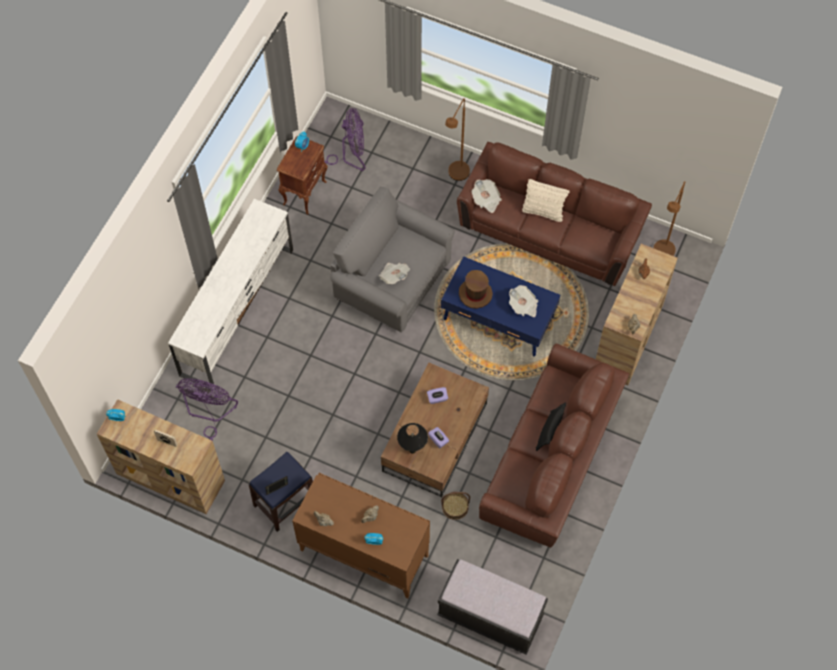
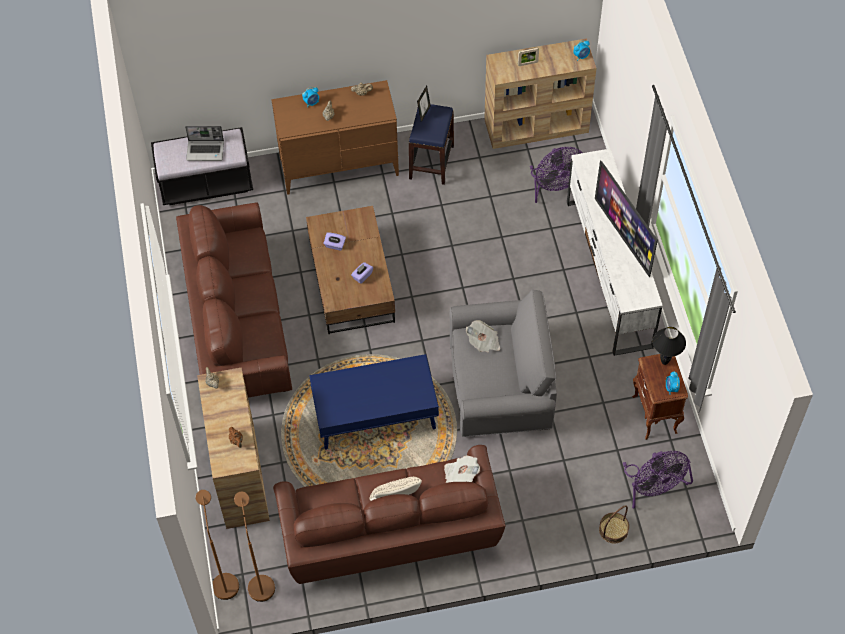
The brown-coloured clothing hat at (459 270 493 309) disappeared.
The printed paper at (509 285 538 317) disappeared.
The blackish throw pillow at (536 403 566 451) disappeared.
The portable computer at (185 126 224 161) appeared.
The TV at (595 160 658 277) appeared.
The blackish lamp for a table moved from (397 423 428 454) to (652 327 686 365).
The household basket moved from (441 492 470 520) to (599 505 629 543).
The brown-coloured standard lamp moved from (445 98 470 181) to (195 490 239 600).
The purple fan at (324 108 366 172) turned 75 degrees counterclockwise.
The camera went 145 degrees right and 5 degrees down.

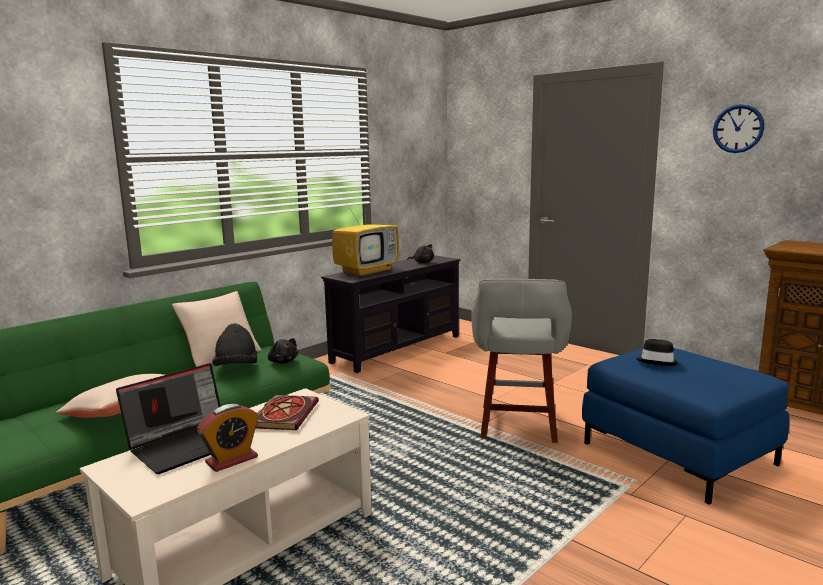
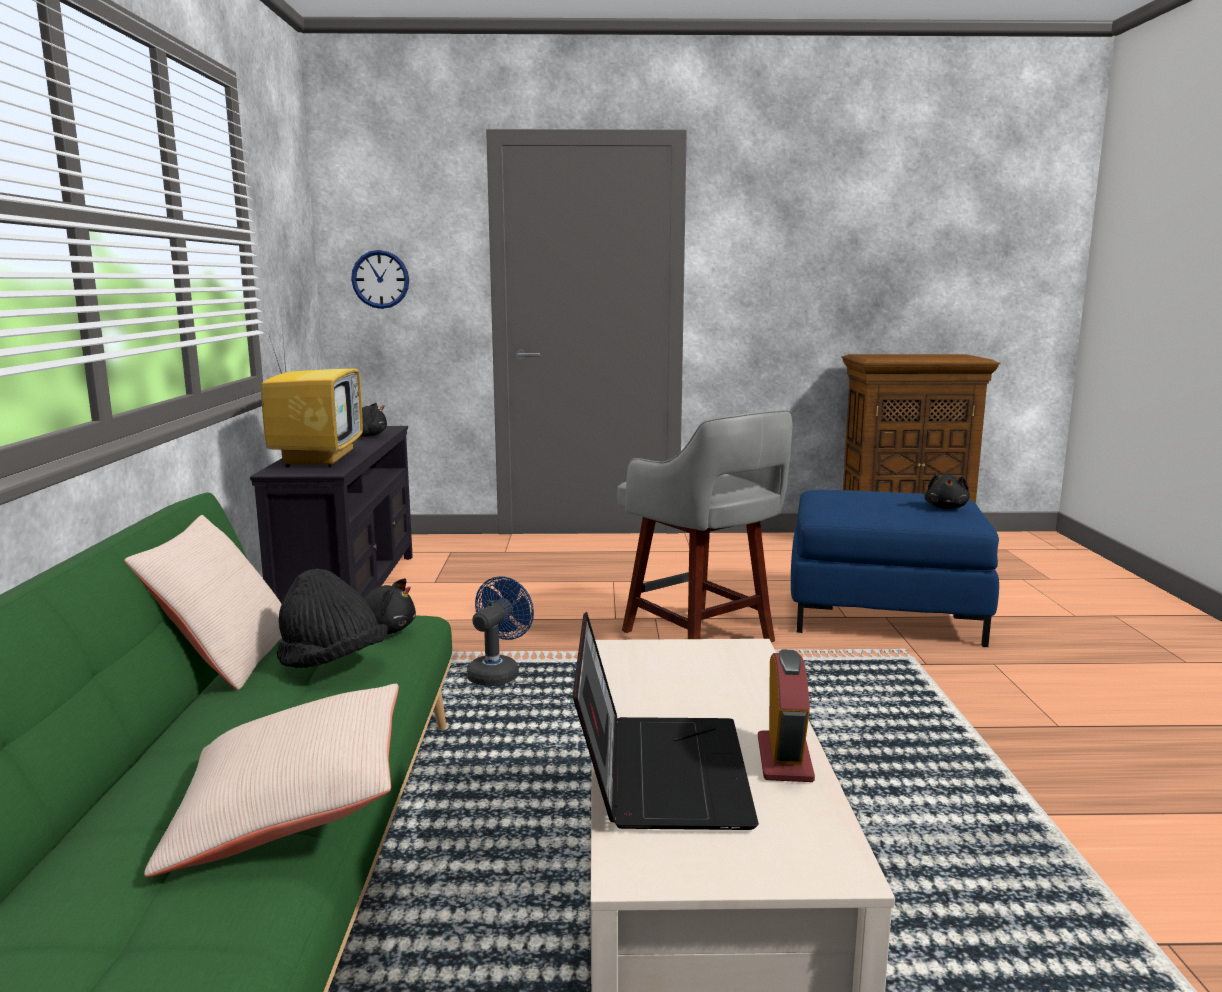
The bound book at (256 395 319 430) disappeared.
The blackish clothing hat at (636 339 679 366) disappeared.
The bluish fan at (467 576 534 686) appeared.
The blackish soft toy at (924 474 970 509) appeared.
The wall clock moved from (713 104 764 153) to (351 250 409 309).
The camera went 45 degrees left and 0 degrees up.

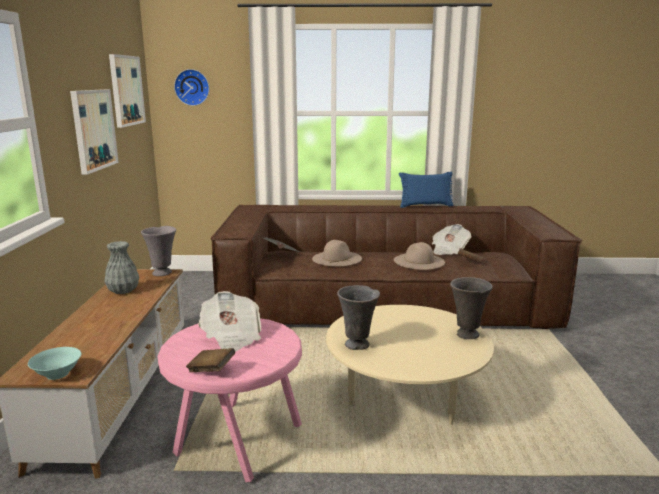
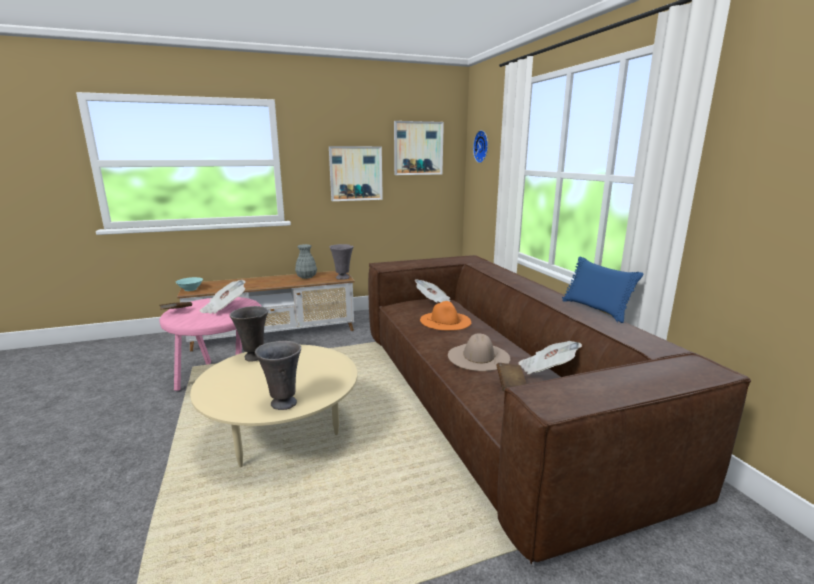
The sand-coloured clothing hat at (312 240 362 267) became the orange-coloured clothing hat at (420 301 471 330).
The camera went 70 degrees right and 0 degrees up.

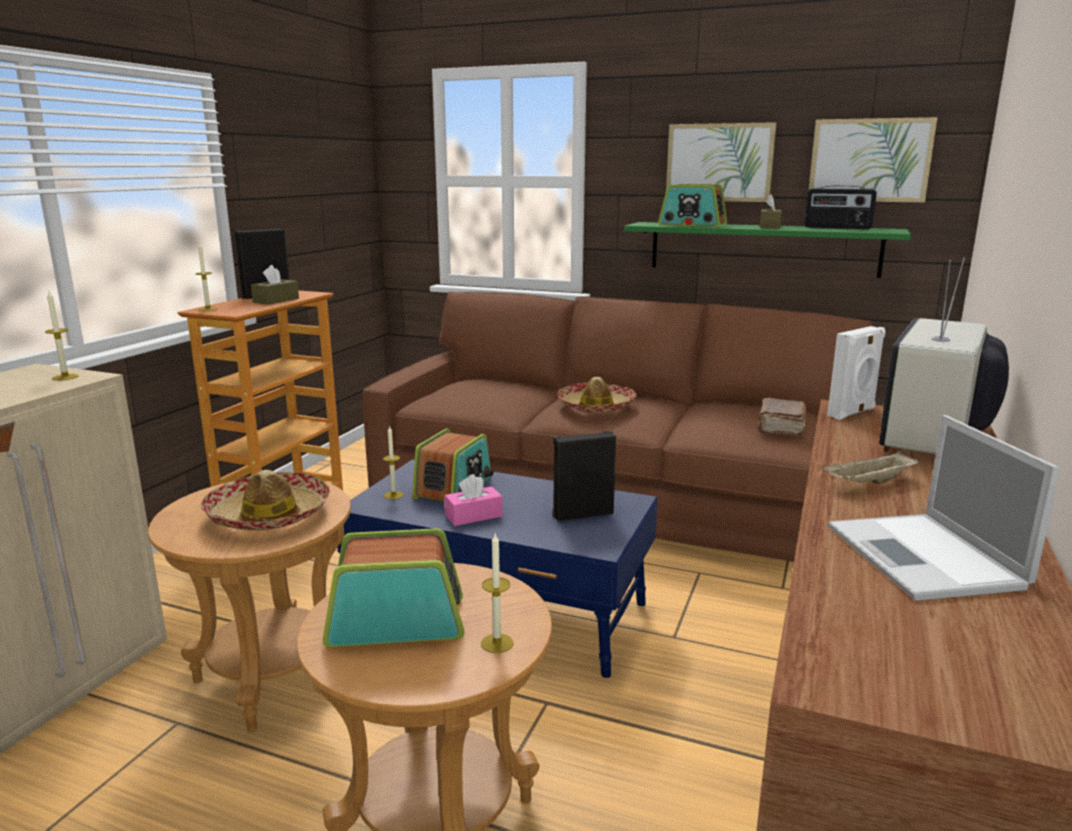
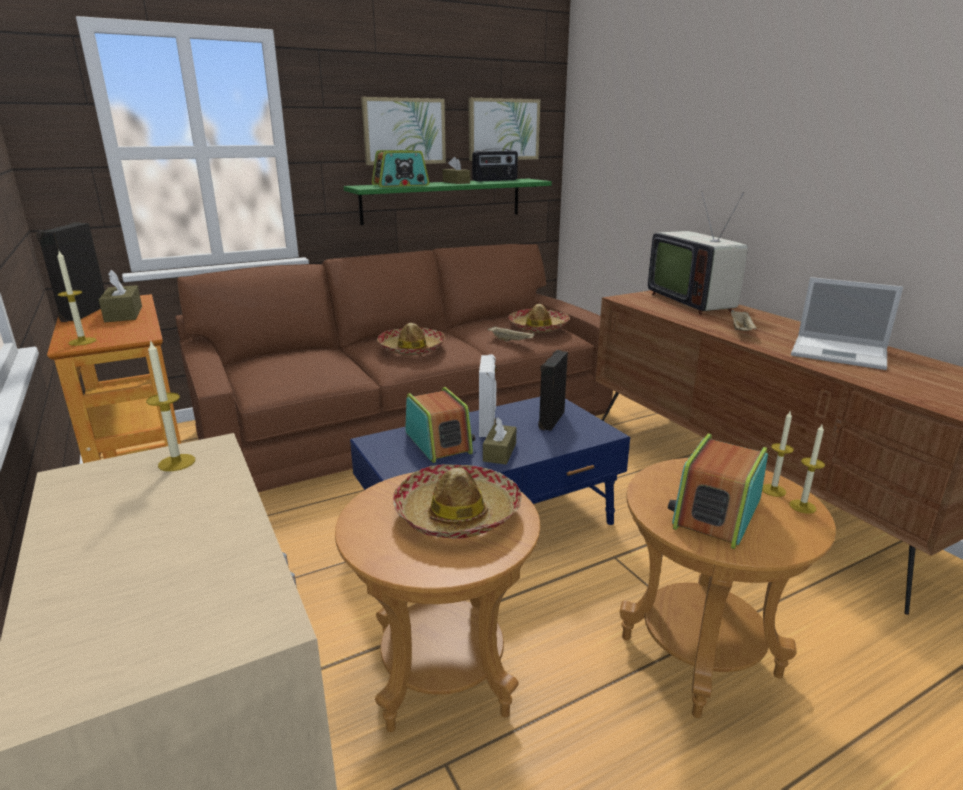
The sand-coloured tray at (488 326 535 342) appeared.
The candle moved from (383 425 404 500) to (789 425 825 514).
The whitish loudspeaker moved from (827 326 886 420) to (479 354 497 437).
The brown-coloured bound book at (758 398 806 436) was replaced by the clothing hat at (508 304 570 333).
The pinkish tissue box at (444 474 503 526) became the brown-coloured tissue box at (483 417 516 464).
The camera went 50 degrees left and 5 degrees up.

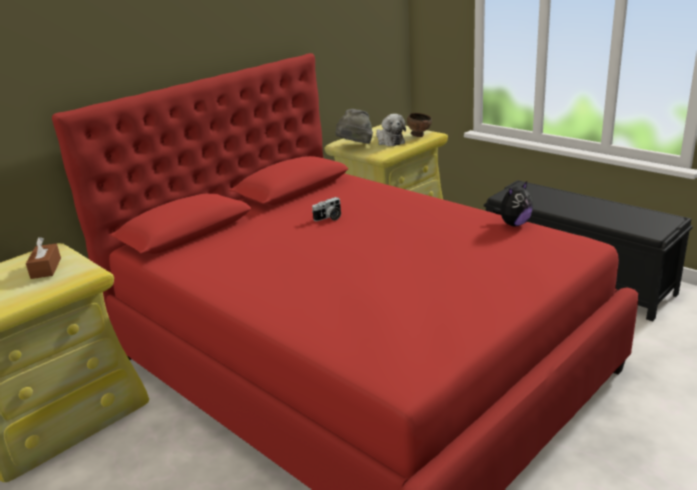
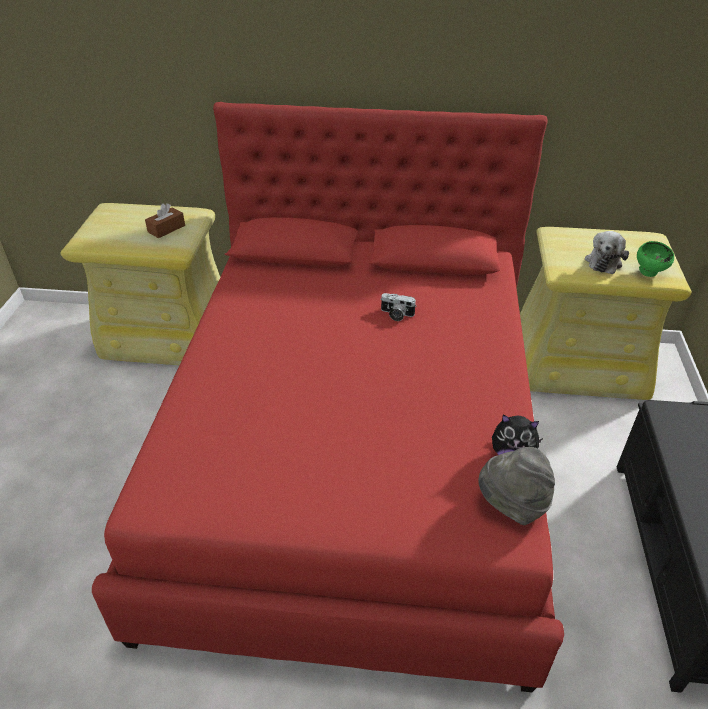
The greyish clothing hat moved from (335 109 373 144) to (478 447 555 525).
The brown-coloured bowl at (407 113 432 137) became the green-coloured bowl at (637 241 674 277).
The camera went 50 degrees right and 15 degrees up.

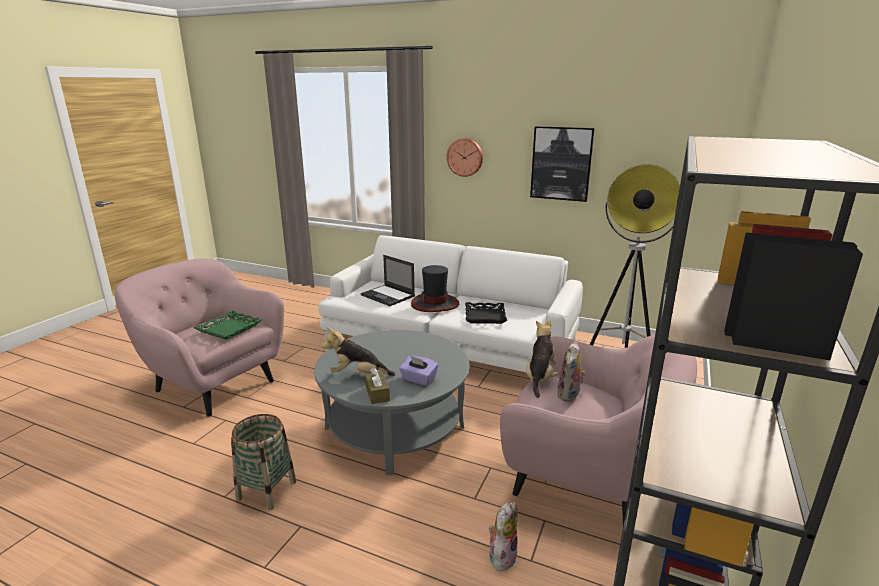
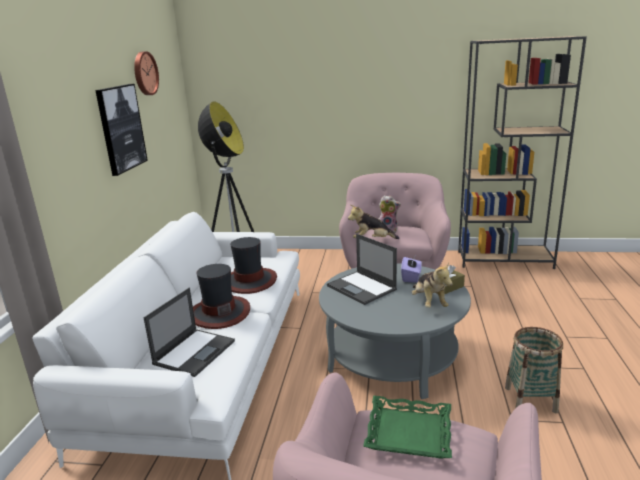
The soft toy at (489 502 518 571) disappeared.
The portable computer at (327 234 397 305) appeared.
The wall clock moved from (447 138 483 177) to (134 51 159 95).
The blackish tray at (465 302 507 324) was replaced by the clothing hat at (230 237 277 294).
The camera went 105 degrees left and 0 degrees up.

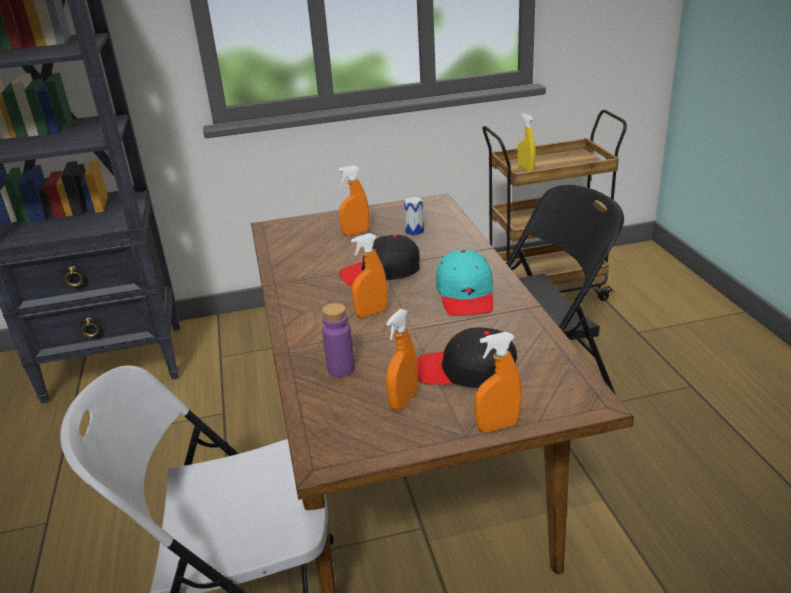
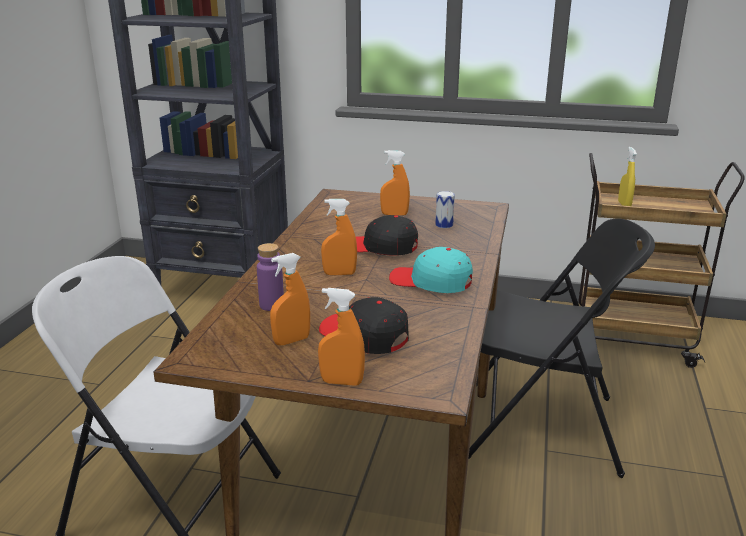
The turquoise baseball cap at (436 249 493 316) turned 90 degrees clockwise.
The camera went 25 degrees right and 5 degrees down.

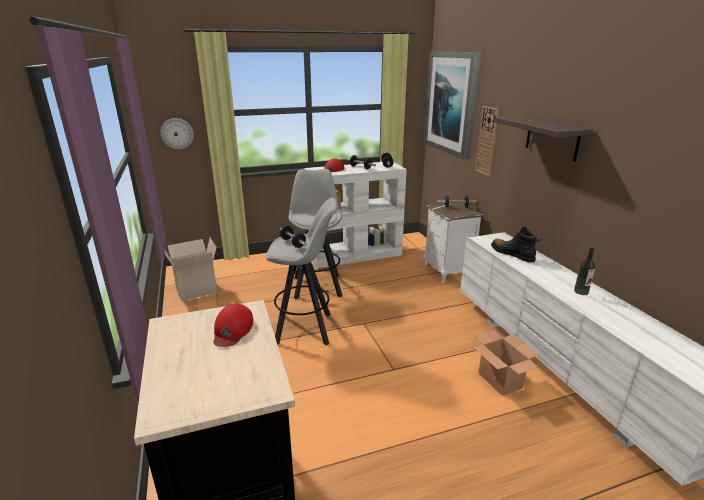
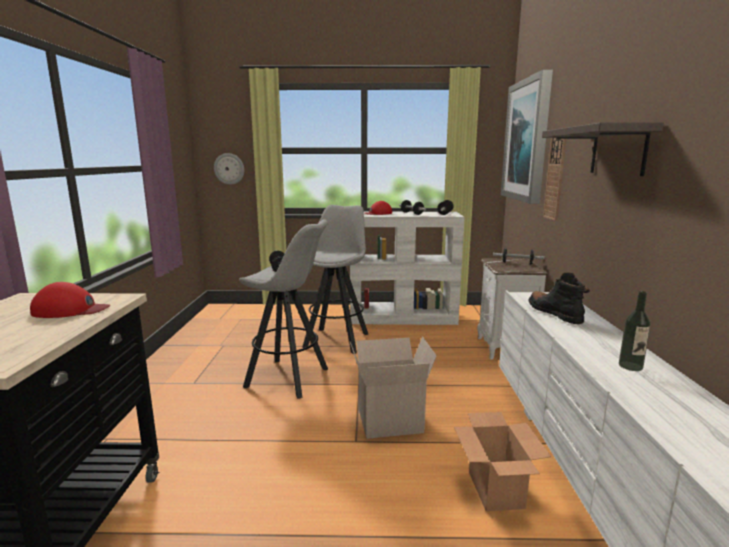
The carton moved from (165 238 217 301) to (350 337 437 439).
The reddish baseball cap at (213 303 253 347) turned 120 degrees counterclockwise.
The camera went 20 degrees right and 10 degrees down.

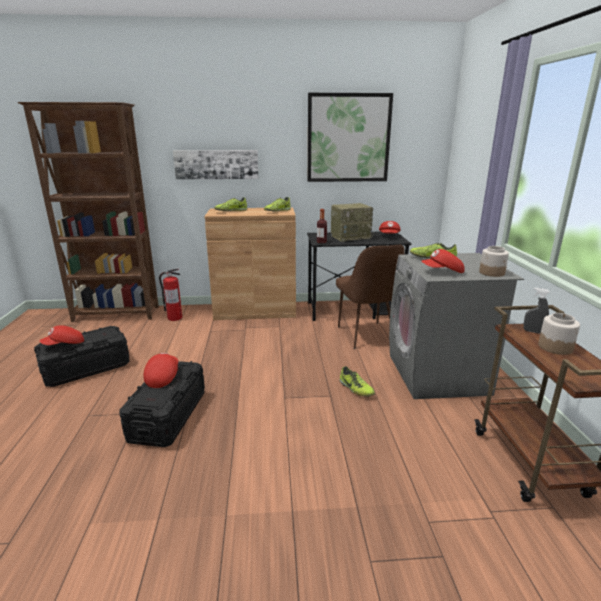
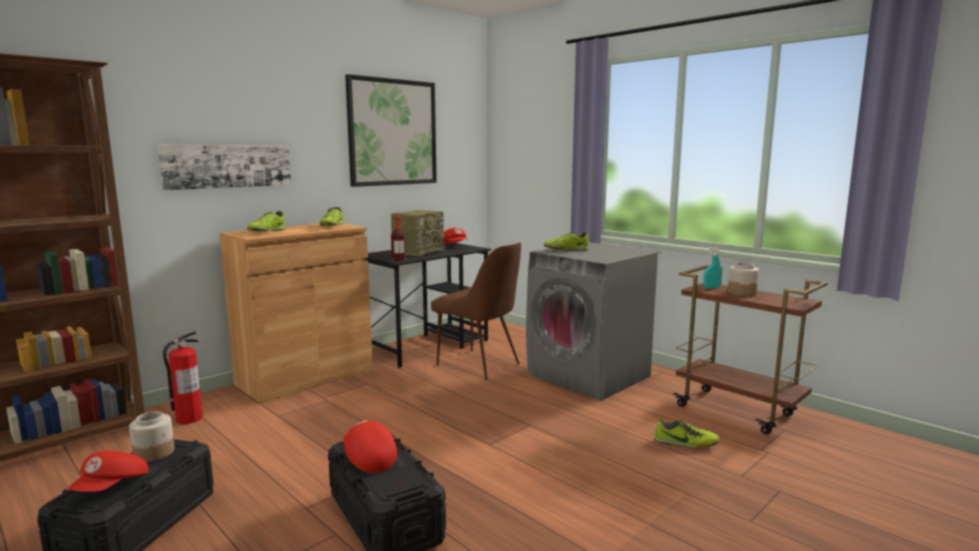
The reddish baseball cap at (421 249 465 273) disappeared.
The shoe moved from (339 366 375 397) to (655 419 720 448).
The preserve jar moved from (479 246 509 277) to (129 411 175 462).
The greyish spray bottle at (523 288 550 334) became the turquoise spray bottle at (704 247 721 289).
The camera went 40 degrees left and 10 degrees down.

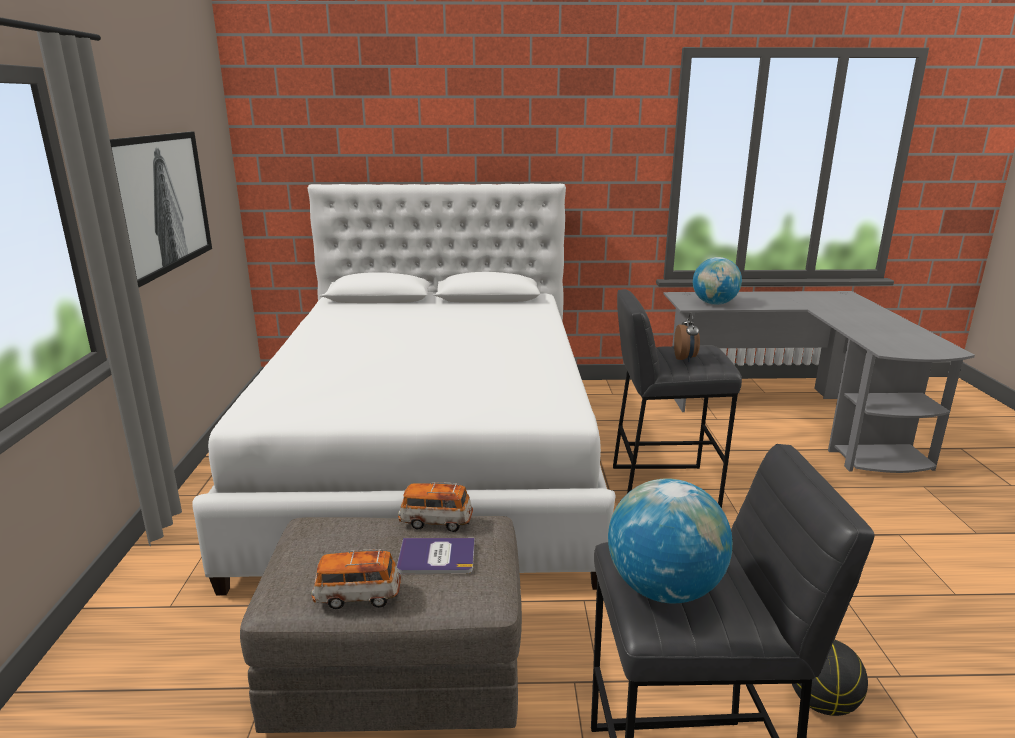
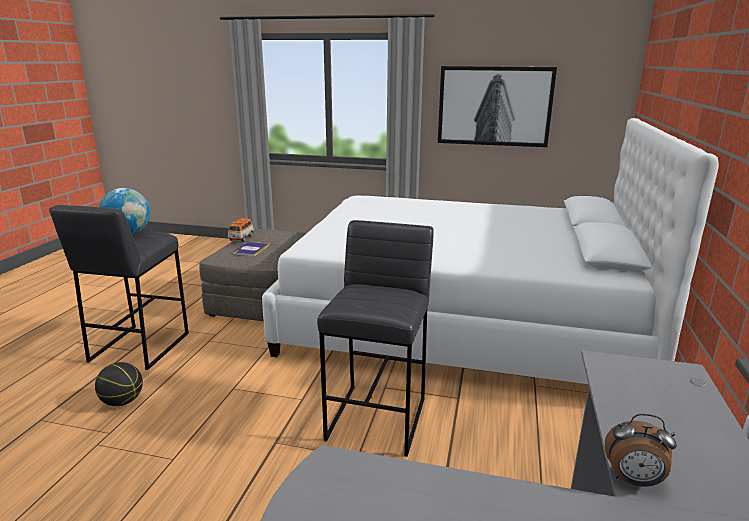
The miniature car at (398 482 473 532) disappeared.
The world globe at (693 257 742 305) disappeared.
The alarm clock moved from (674 313 700 362) to (605 414 677 487).
The camera went 105 degrees right and 0 degrees up.

